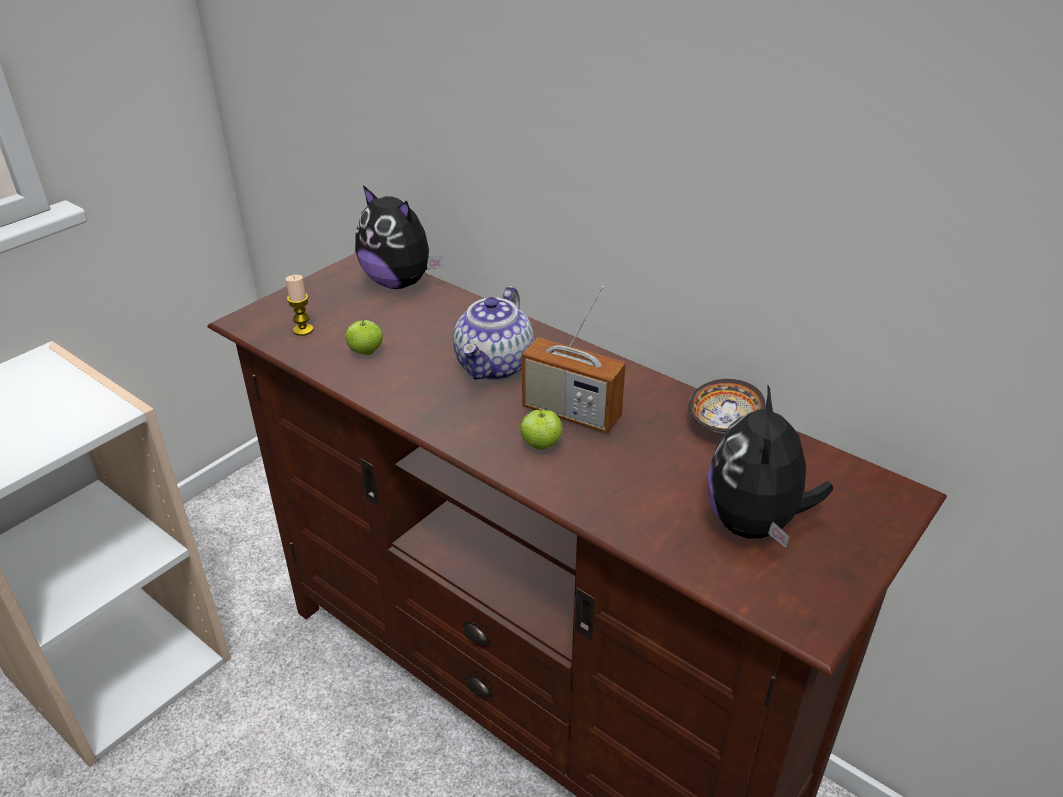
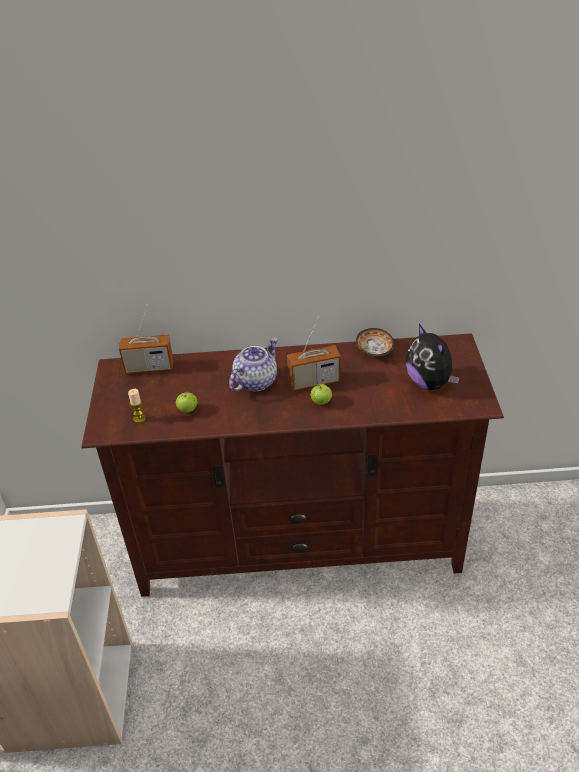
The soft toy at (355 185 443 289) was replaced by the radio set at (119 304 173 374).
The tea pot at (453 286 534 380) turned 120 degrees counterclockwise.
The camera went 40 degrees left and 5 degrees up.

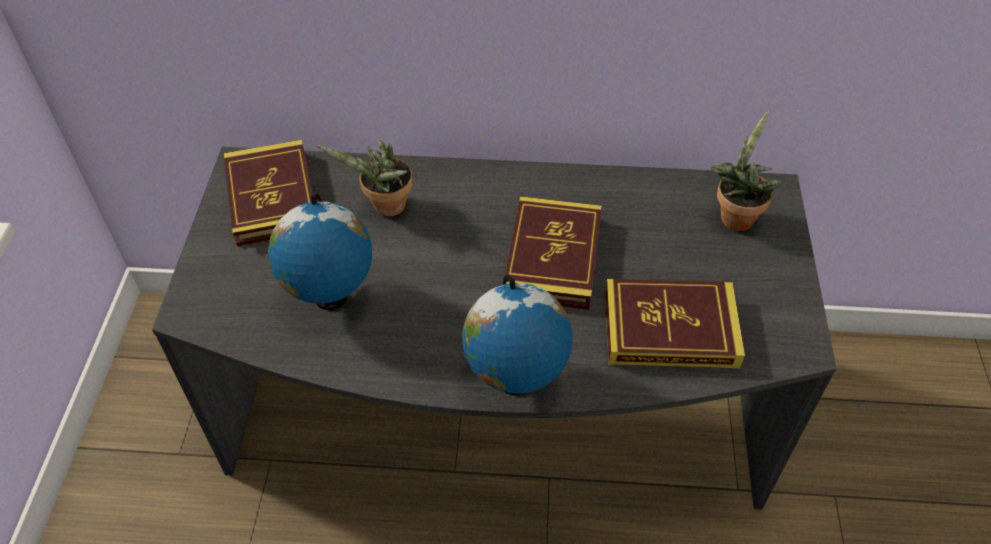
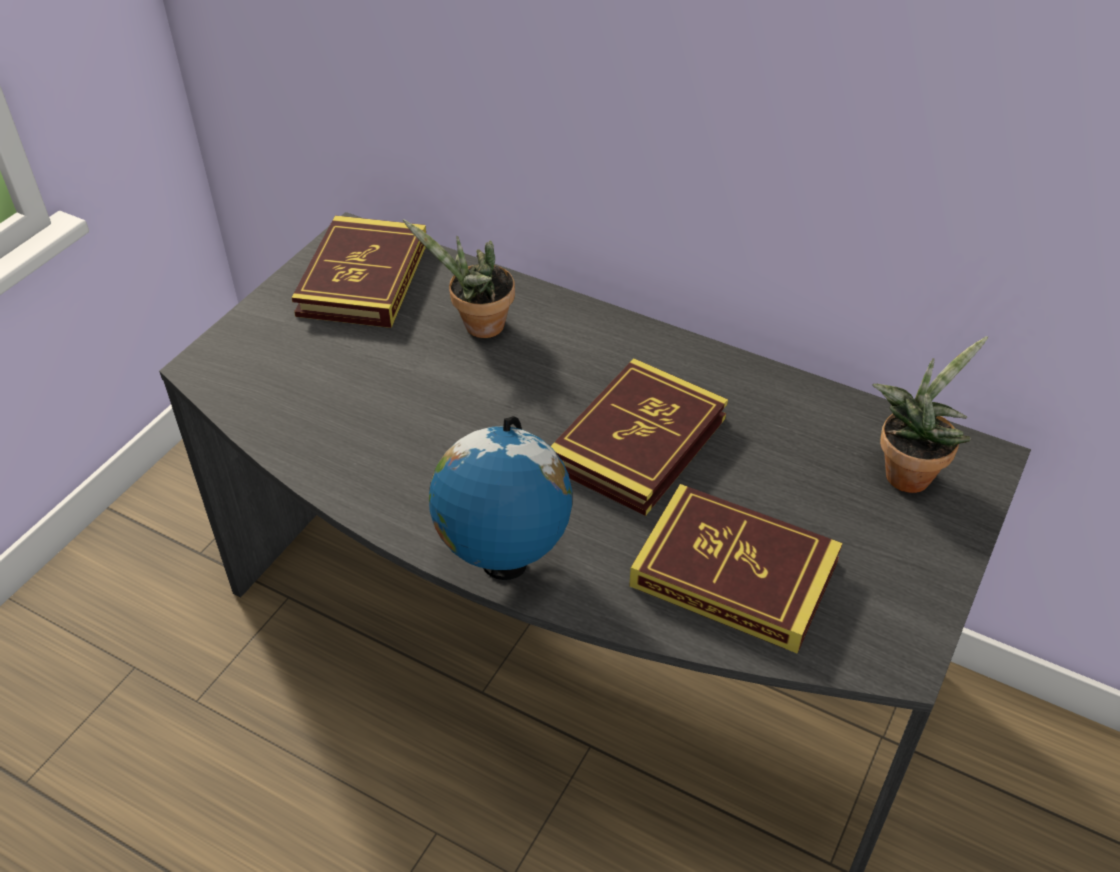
The world globe at (268 193 372 310) disappeared.
The camera went 25 degrees right and 5 degrees down.

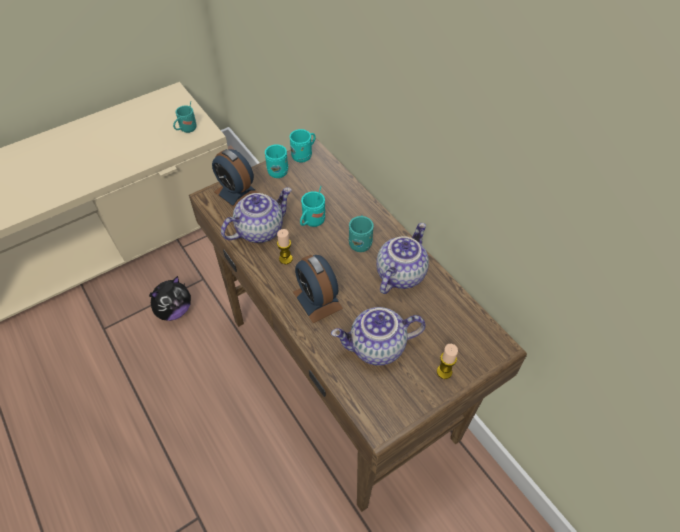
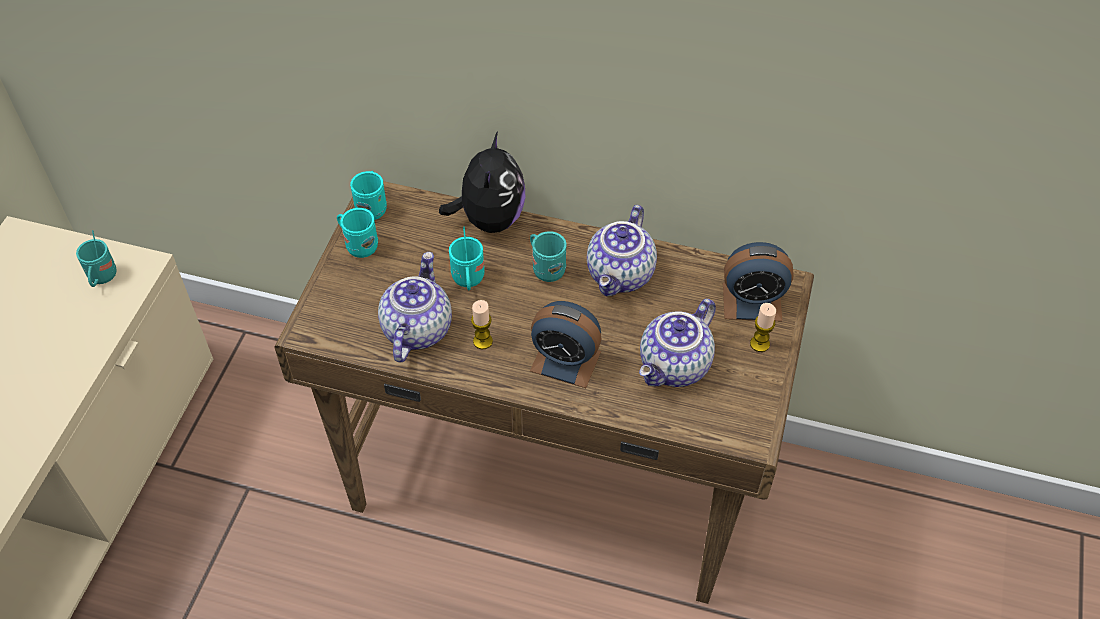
The soft toy moved from (149 276 191 321) to (439 131 525 233).
The alarm clock moved from (212 149 258 208) to (723 242 794 321).
The tea pot at (376 223 429 294) turned 150 degrees counterclockwise.
The camera went 40 degrees left and 0 degrees up.

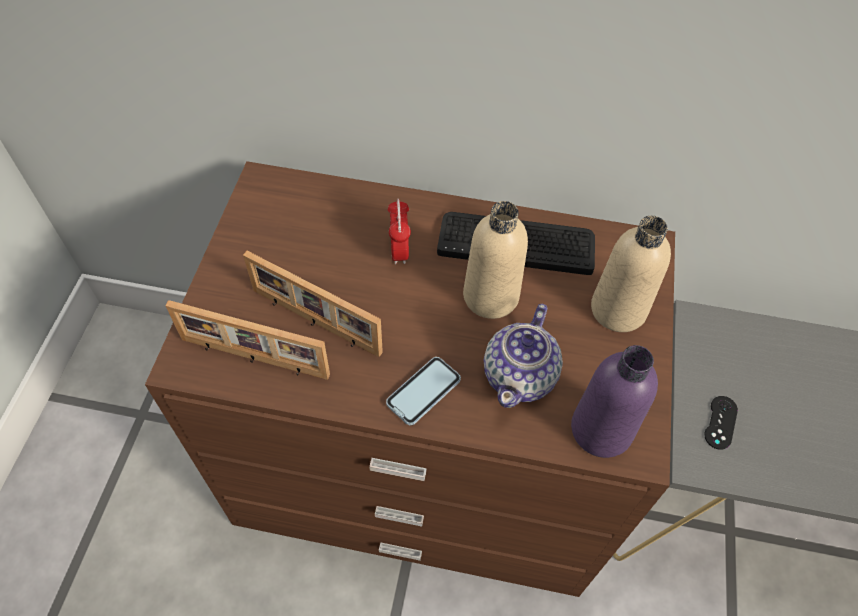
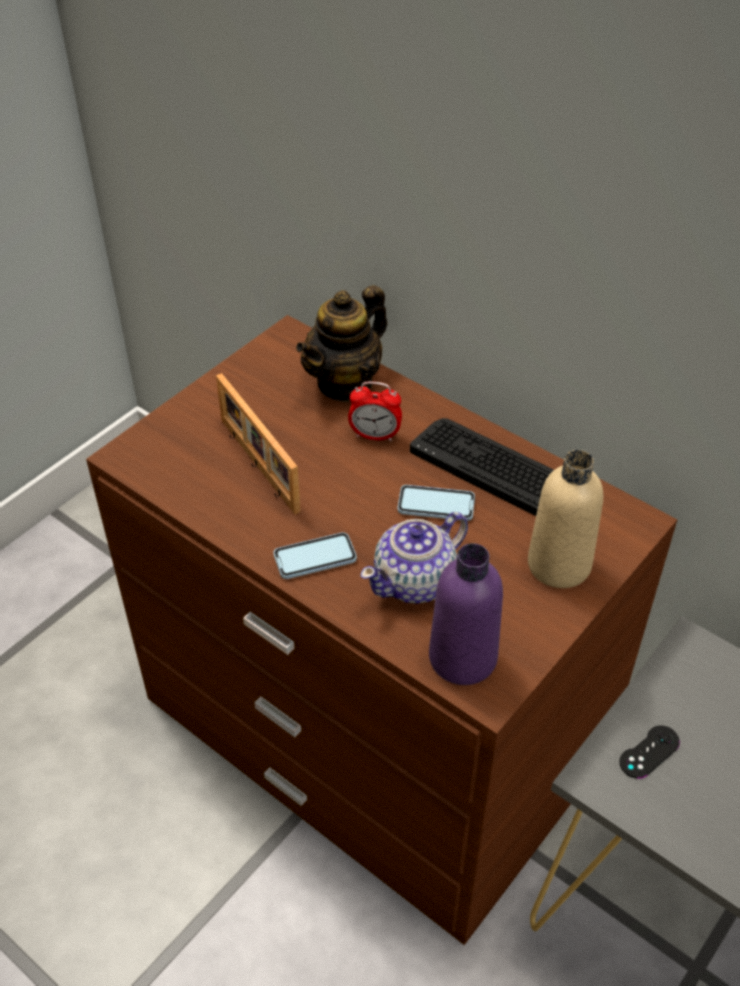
The picture frame at (165 300 330 380) disappeared.
The tea pot at (296 285 387 402) appeared.
The sand-coloured bottle at (463 201 528 319) was replaced by the handset at (397 485 475 521).
The alarm clock at (388 199 411 264) turned 105 degrees counterclockwise.
The camera went 30 degrees right and 10 degrees down.

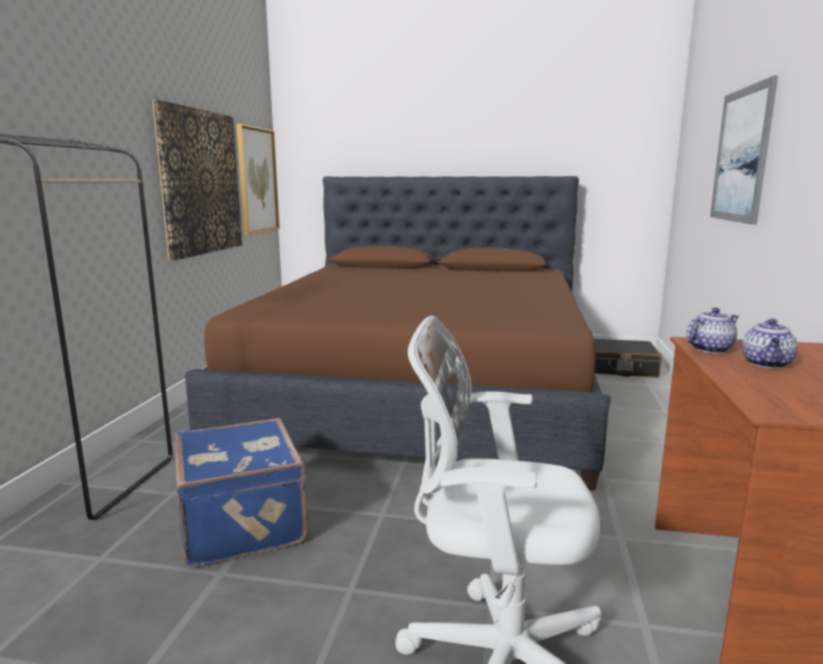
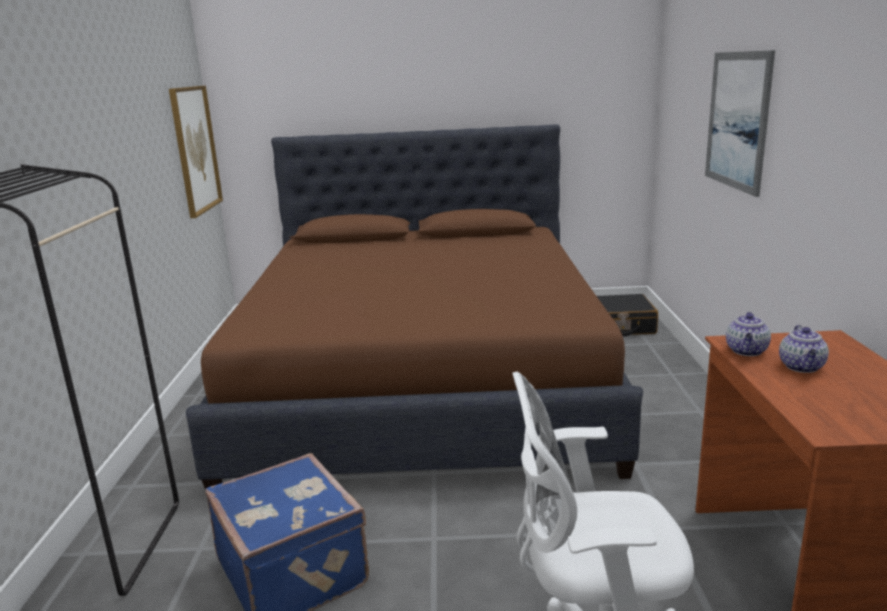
The wall art at (152 100 242 261) disappeared.
The tea pot at (686 308 739 353) turned 150 degrees clockwise.
The camera went 10 degrees left and 5 degrees up.

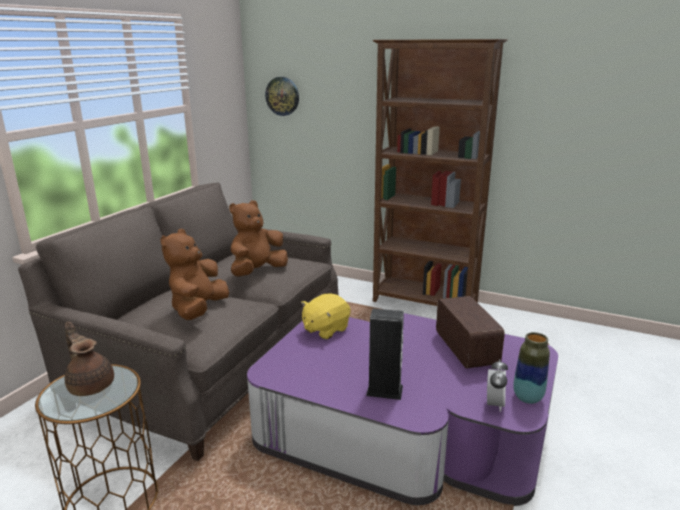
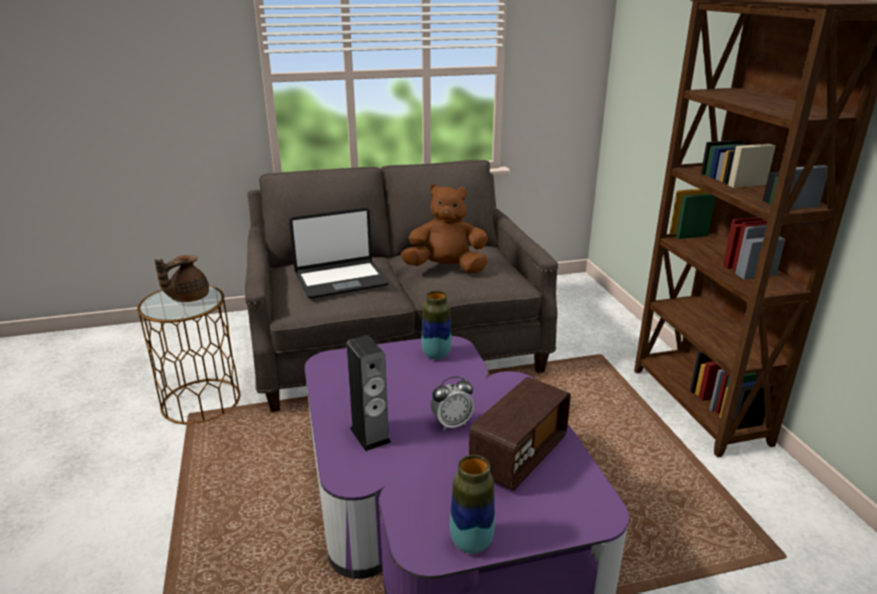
The wall clock at (265 77 299 116) disappeared.
The alarm clock moved from (487 359 508 412) to (431 376 474 431).
The brown-coloured soft toy at (160 229 229 320) was replaced by the portable computer at (289 208 389 299).
The yellow-coloured soft toy at (301 293 351 340) was replaced by the flower vase at (422 291 452 360).
The brown-coloured tea pot at (65 322 114 396) turned 150 degrees counterclockwise.
The camera went 50 degrees right and 5 degrees up.

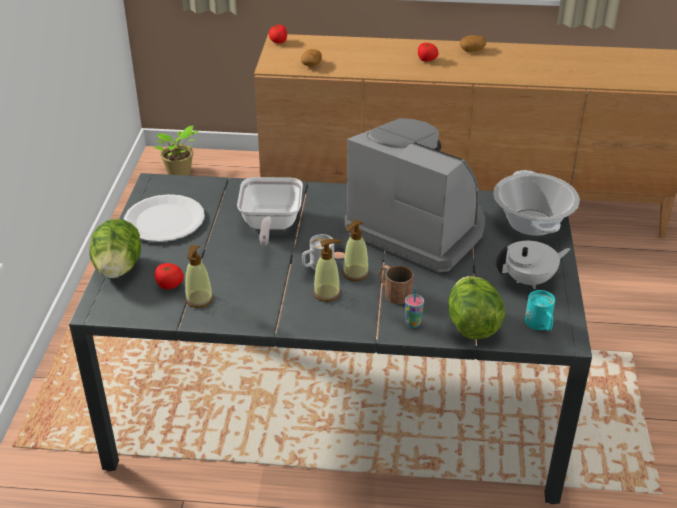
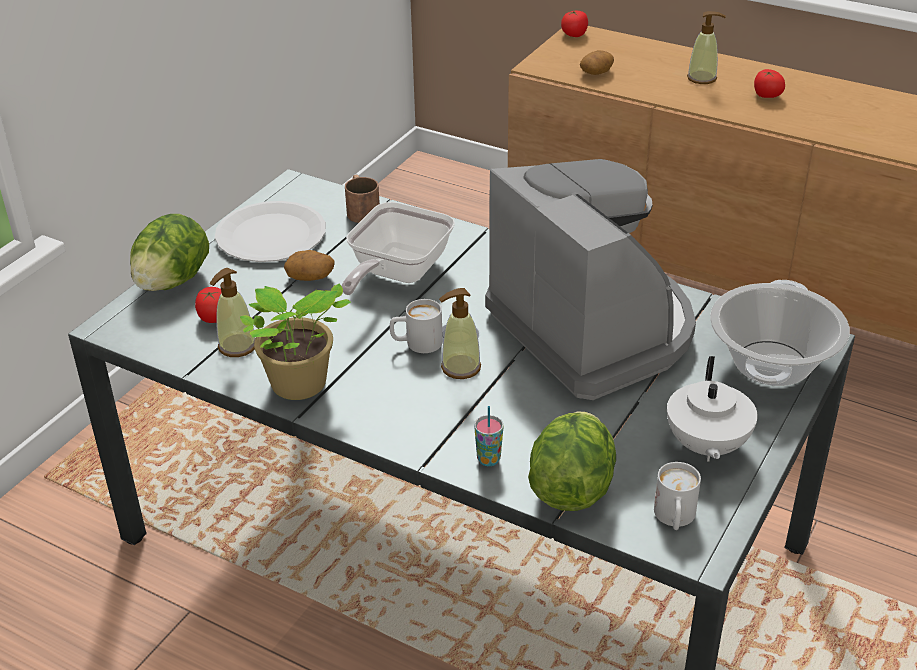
The plant in a pot moved from (154 125 198 176) to (240 284 351 400).
The liquid soap bottle moved from (313 239 342 302) to (687 11 726 84).
The brown-coloured tea mug moved from (379 265 414 304) to (345 175 380 223).
The spud moved from (460 35 486 52) to (284 250 335 281).
The turquoise tea mug at (525 290 555 331) became the whitish tea mug at (654 462 701 530).
The whitish tea pot at (496 241 571 289) turned 90 degrees clockwise.
The camera went 25 degrees right and 0 degrees up.

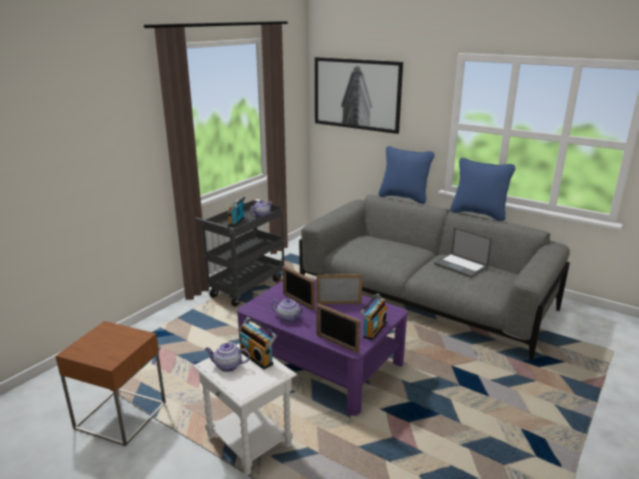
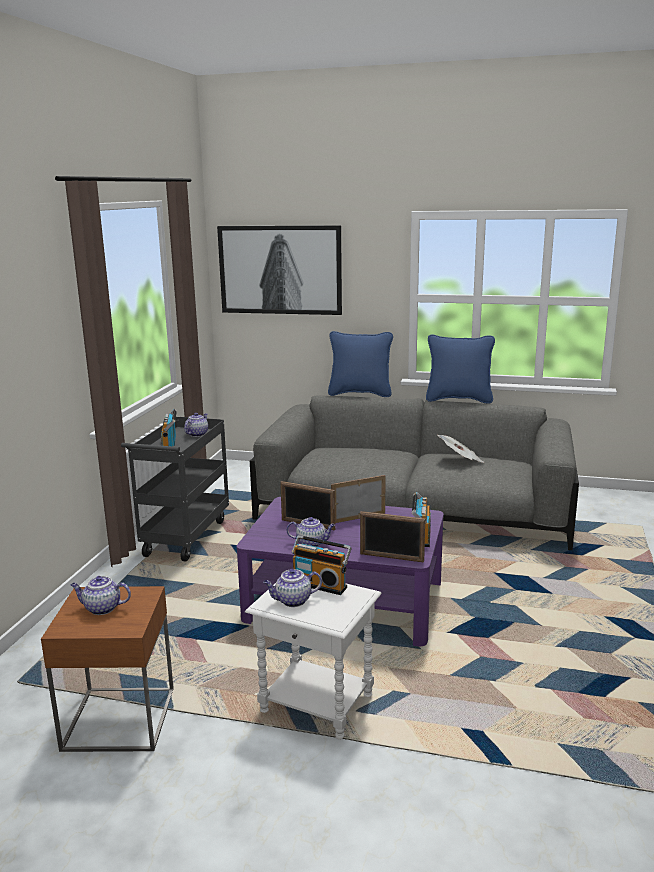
The tea pot at (70 576 131 615) appeared.
The portable computer at (434 227 492 278) was replaced by the printed paper at (438 435 485 463).
The camera went 20 degrees left and 5 degrees down.

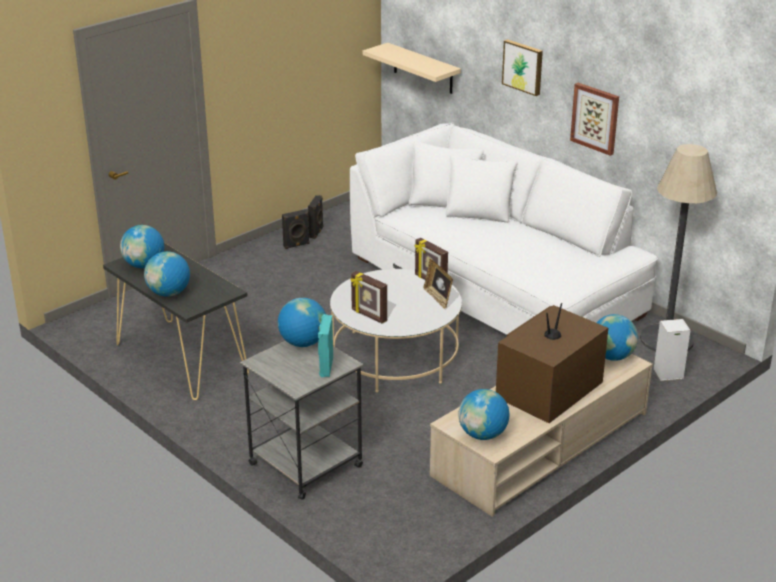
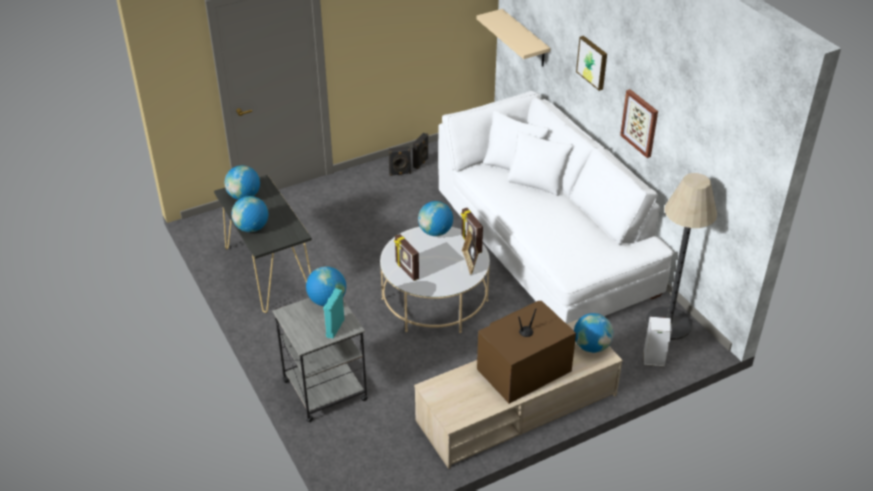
The world globe moved from (458 389 510 440) to (418 201 453 236).
The camera went 15 degrees right and 10 degrees up.

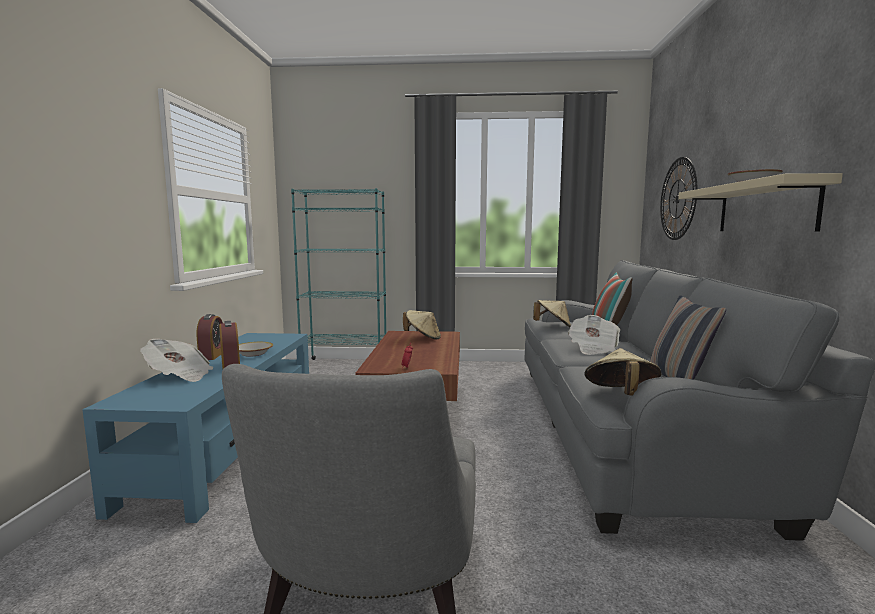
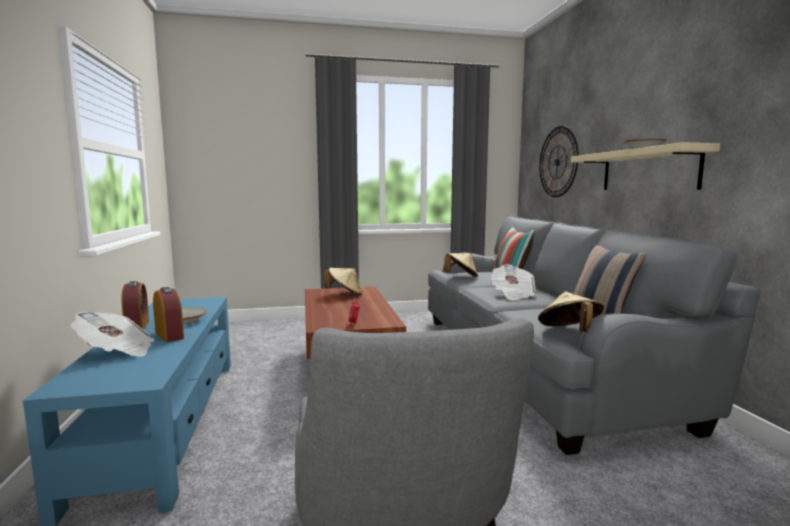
The turquoise bookshelf at (291 188 386 360) disappeared.
The camera went 15 degrees left and 0 degrees up.

